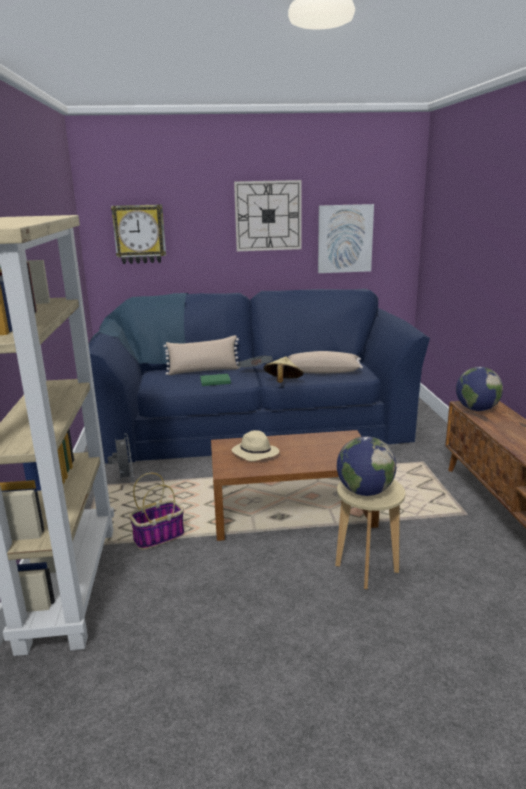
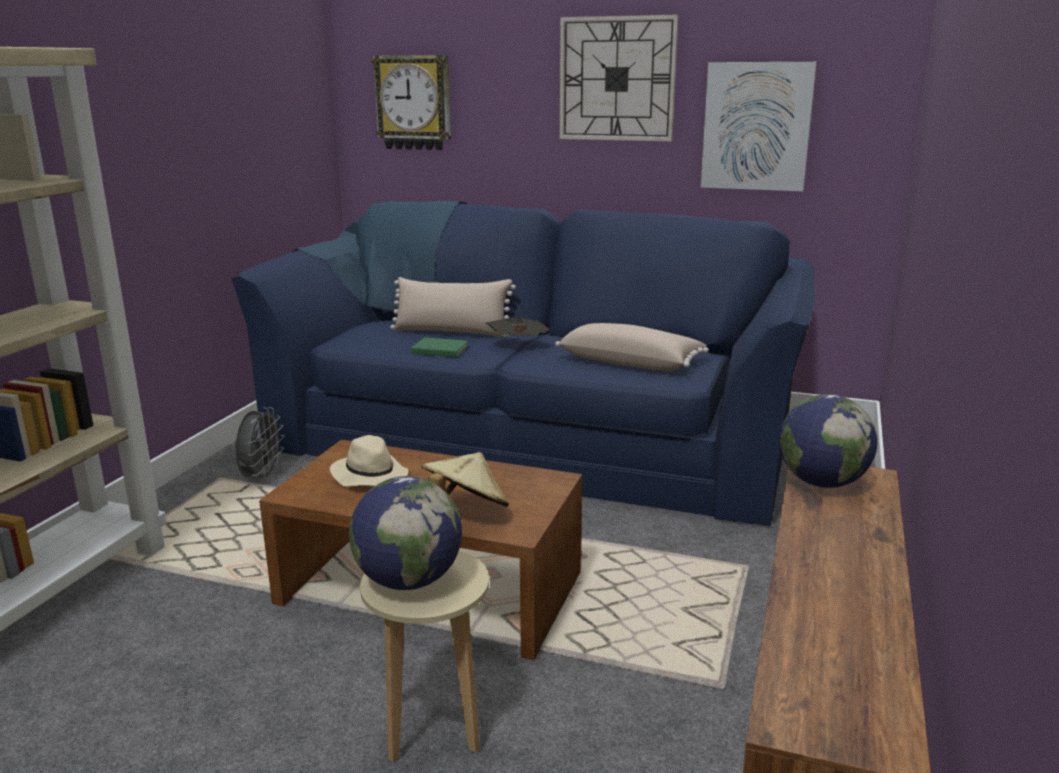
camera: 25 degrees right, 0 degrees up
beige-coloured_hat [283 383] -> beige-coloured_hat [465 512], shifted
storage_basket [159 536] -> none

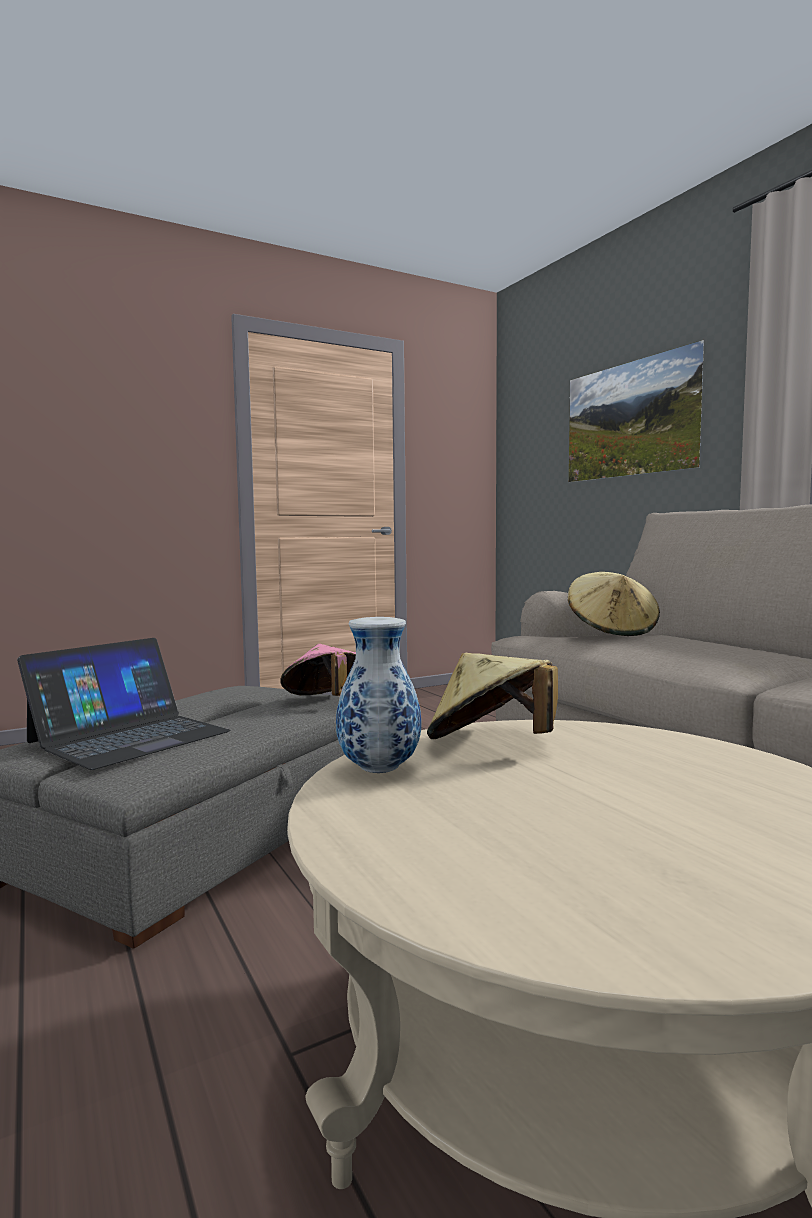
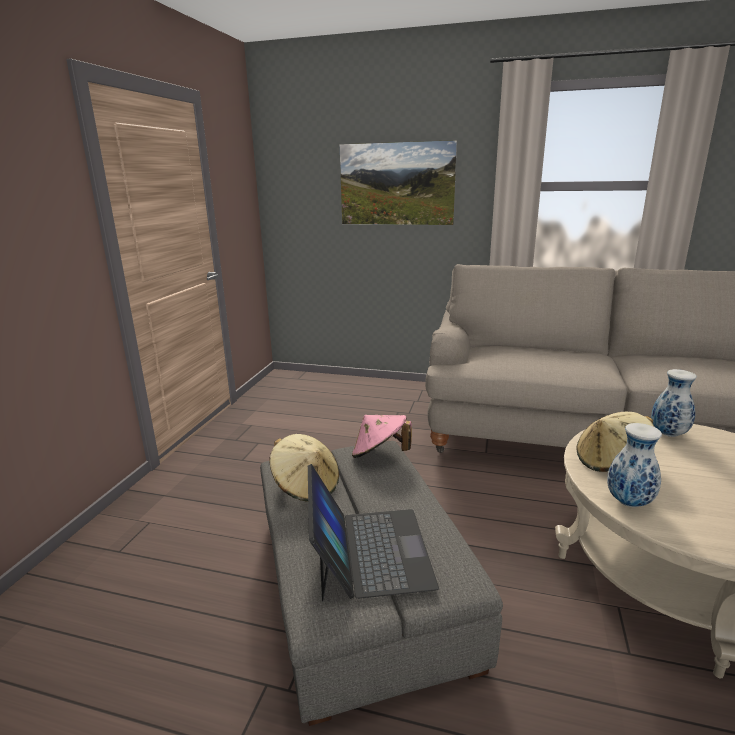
camera: 45 degrees left, 15 degrees up
beige-coloured_hat [612 631] -> beige-coloured_hat [306 486], shifted
none -> flower_vase [667 433]

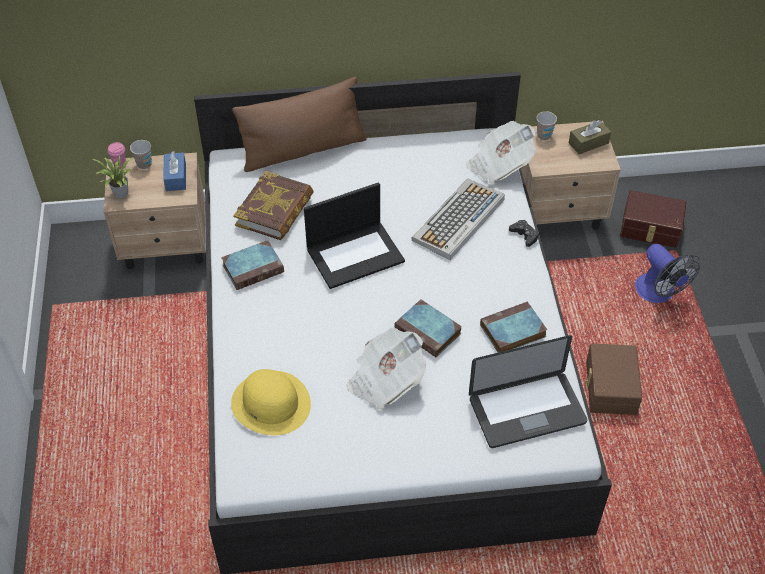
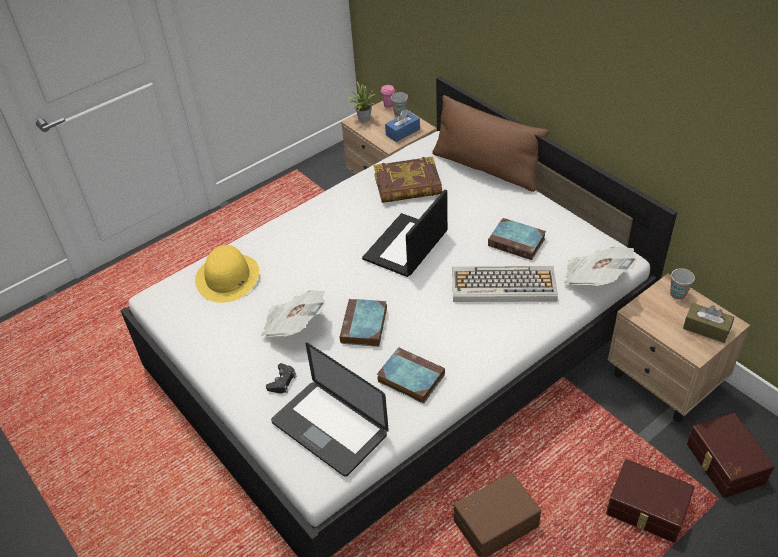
camera: 60 degrees right, 5 degrees down
black_gamepad [524 235] -> black_gamepad [282 381], shifted
laptop [355 254] -> laptop [406 246], 90 degrees clockwise
bound_book [254 267] -> bound_book [518 242], shifted
fan [659 294] -> brown_storage_bin [646 510]

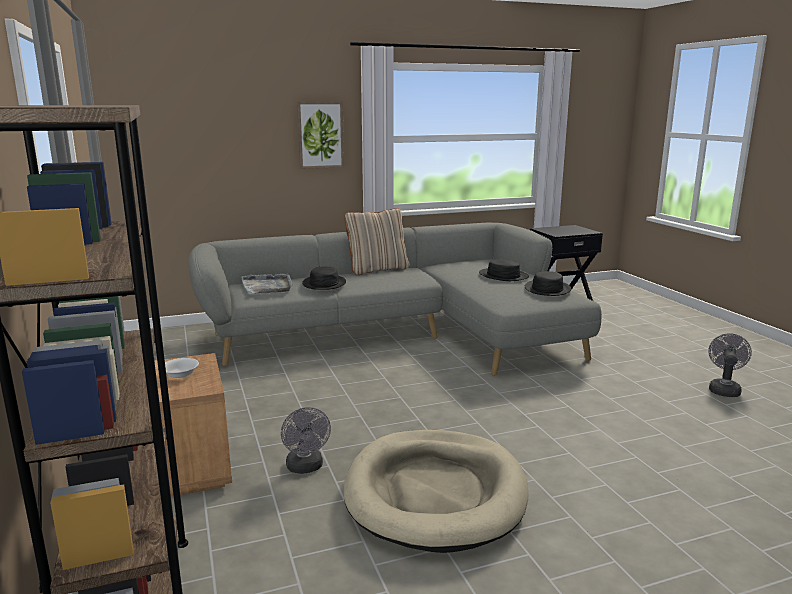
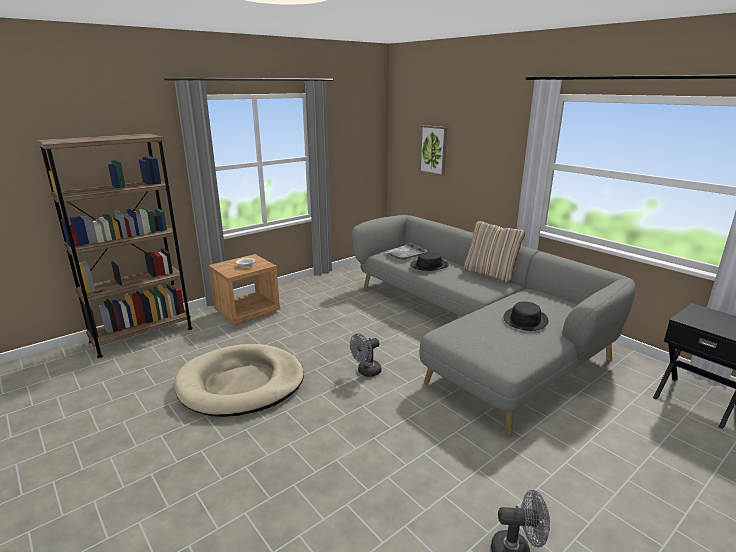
camera: 70 degrees right, 5 degrees up
greyish_fan [306 468] -> greyish_fan [366 372], shifted
wall_picture [320 135] -> wall_picture [433 150], shifted
black_hat [547 289] -> none

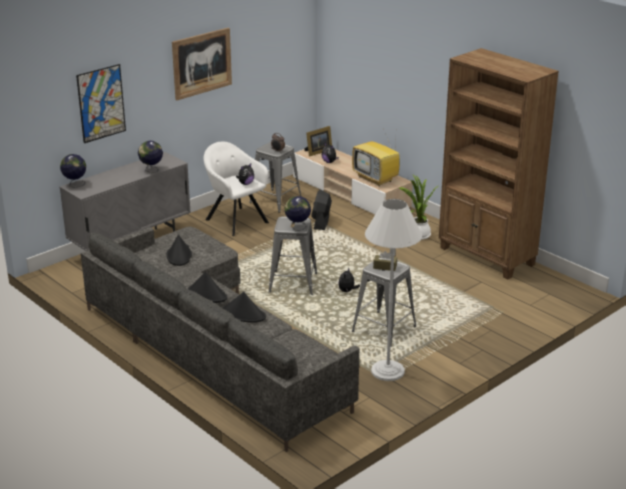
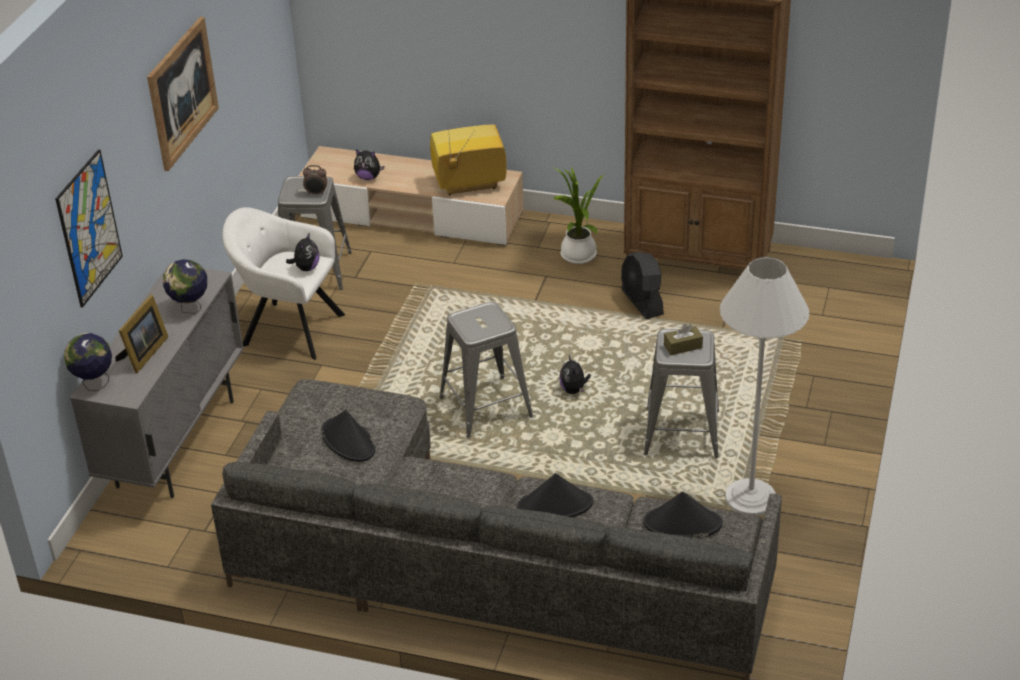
camera: 30 degrees left, 10 degrees up
picture_frame [317 152] -> picture_frame [143 354], shifted
television [376 179] -> television [468 185], 150 degrees clockwise
black_fan [321 222] -> black_fan [642 302], shifted
black_hat [207 294] -> black_hat [682 523], shifted
world_globe [297 227] -> none

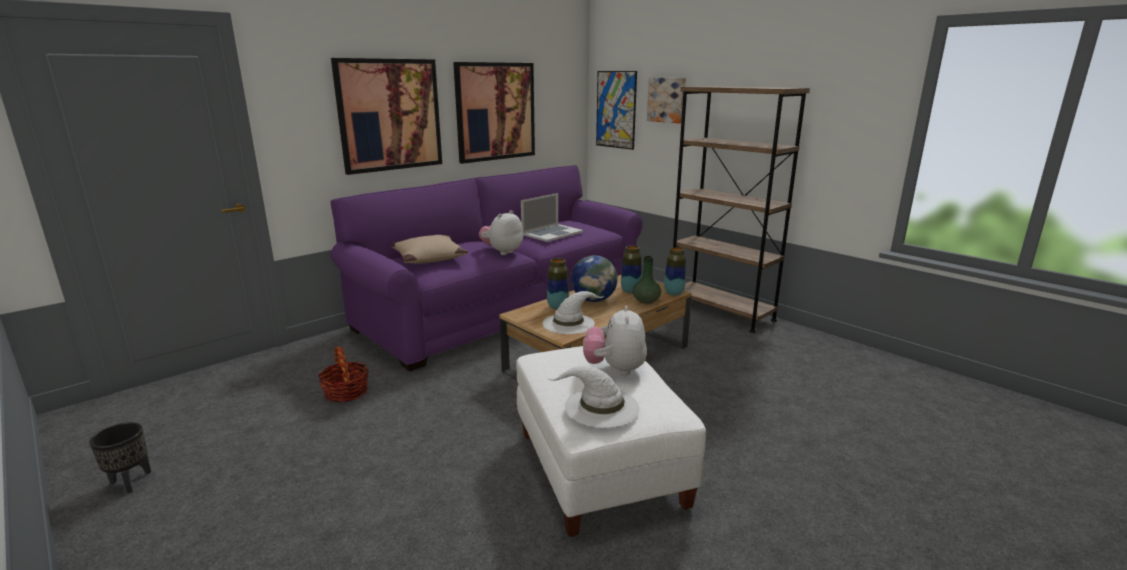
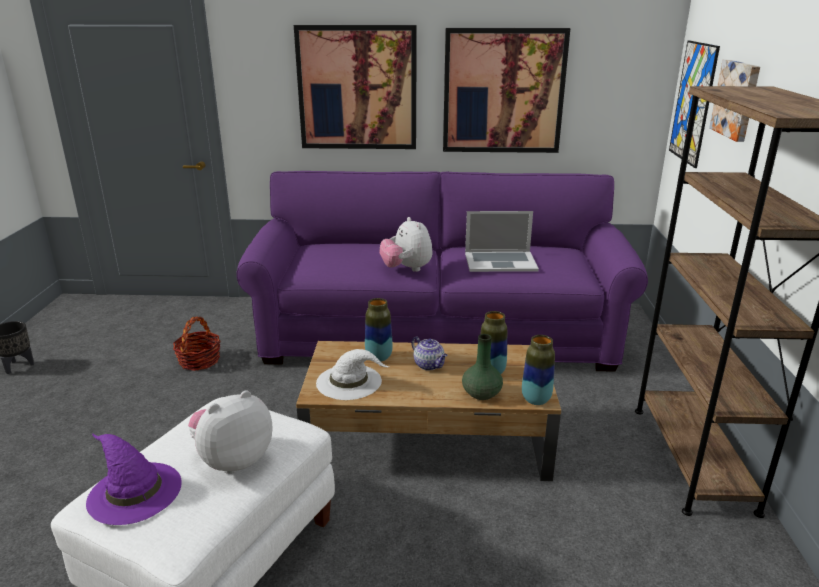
camera: 45 degrees right, 5 degrees up
white-coloured_hat [600 407] -> purplish_hat [133 491]
plush_toy [502 252] -> plush_toy [406 269], 105 degrees counterclockwise
world_globe [593 300] -> teapot [429 365]
beige-coloured_throw_pillow [428 258] -> none

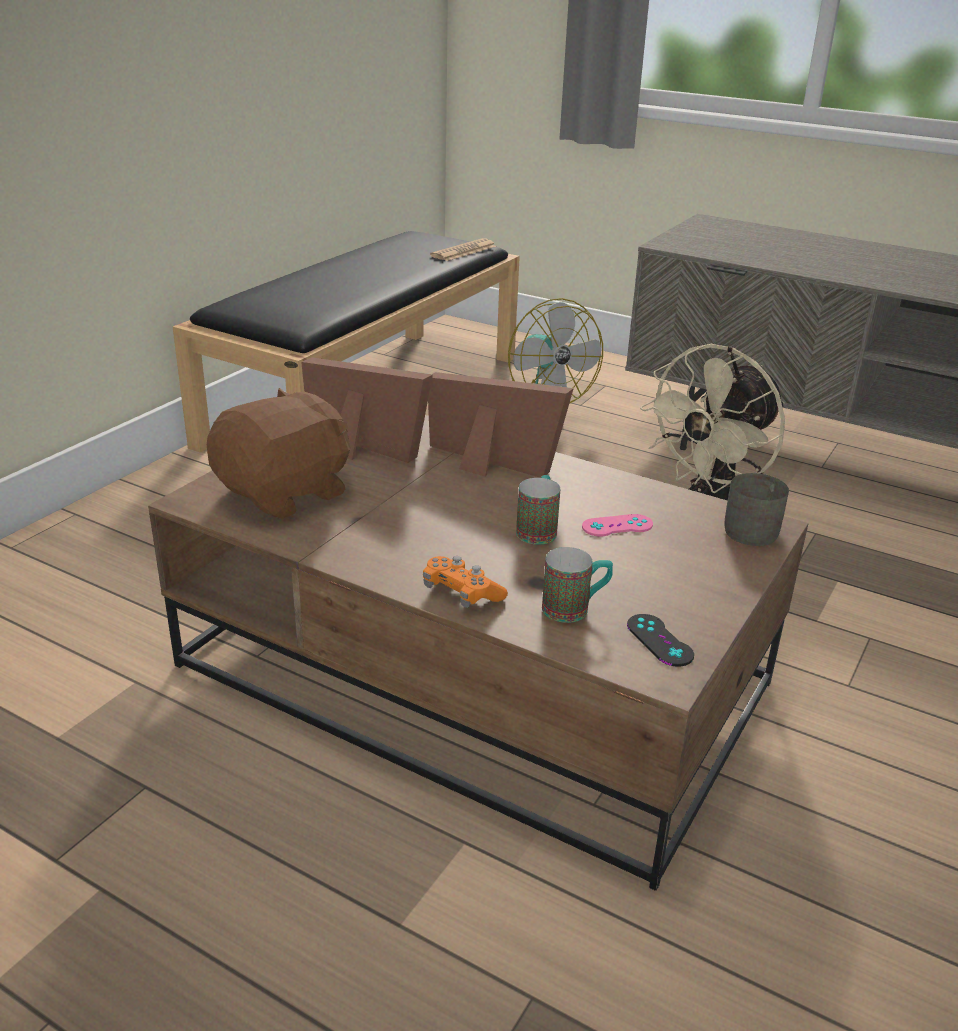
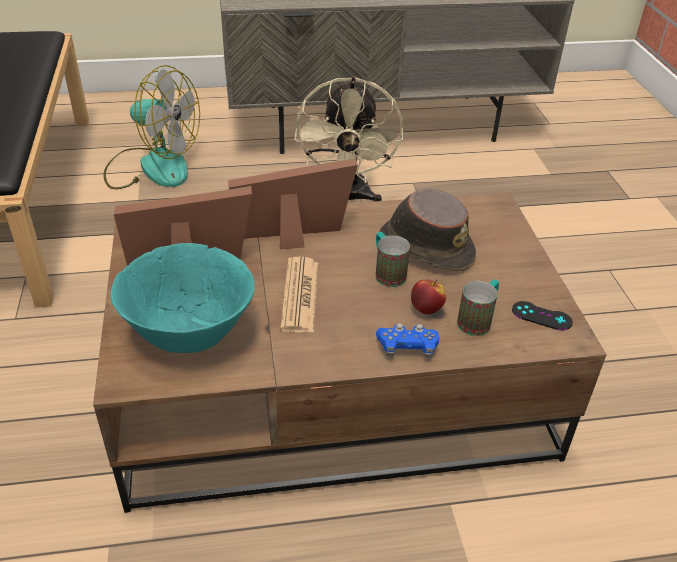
camera: 40 degrees left, 10 degrees up
brown_plush_toy [286 493] -> turquoise-coloured_serving_bowl [189 333]
newspaper [464 251] -> newspaper [300 295], shifted
orange-coloured_gamepad [462 593] -> blue_gamepad [407 348]
pink_gamepad [617 526] -> brown_hat [425 246]
none -> whole_apple [426 309]
greyish_coffee_mug [756 530] -> none

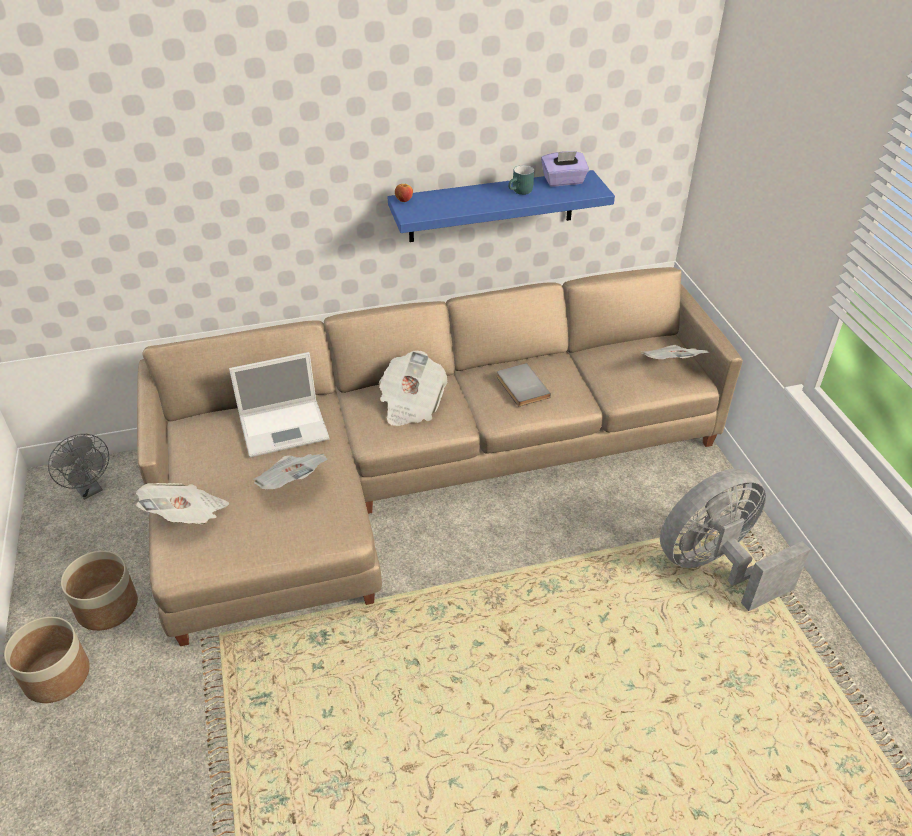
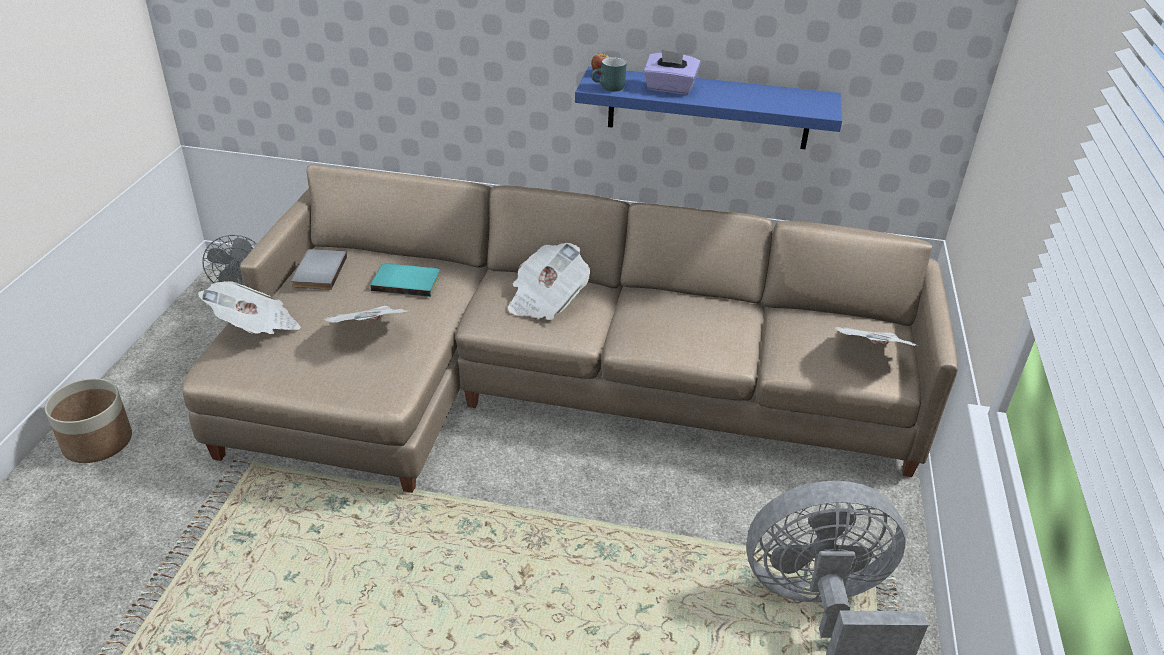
camera: 25 degrees right, 5 degrees down
greyish_bound_book [520 387] -> greyish_bound_book [317 271], shifted
laptop [285 427] -> turquoise-coloured_bound_book [407 281]
turquoise-coloured_coffee_mug [521 192] -> turquoise-coloured_coffee_mug [609 88], shifted
purplish_tissue_holder [563 181] -> purplish_tissue_holder [670 88], shifted
plant_pot [108 607] -> none

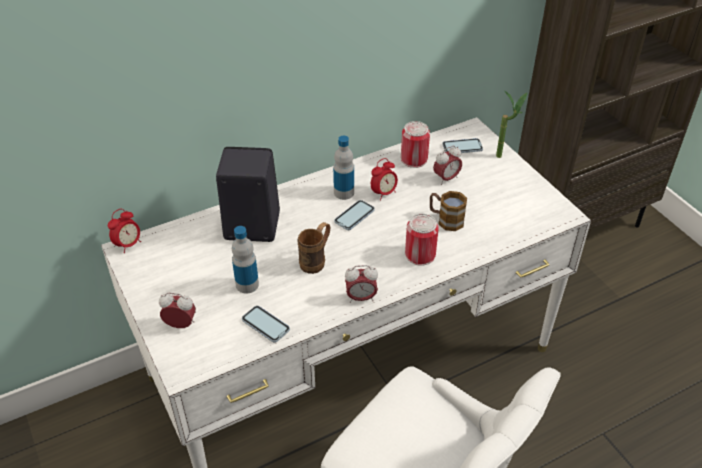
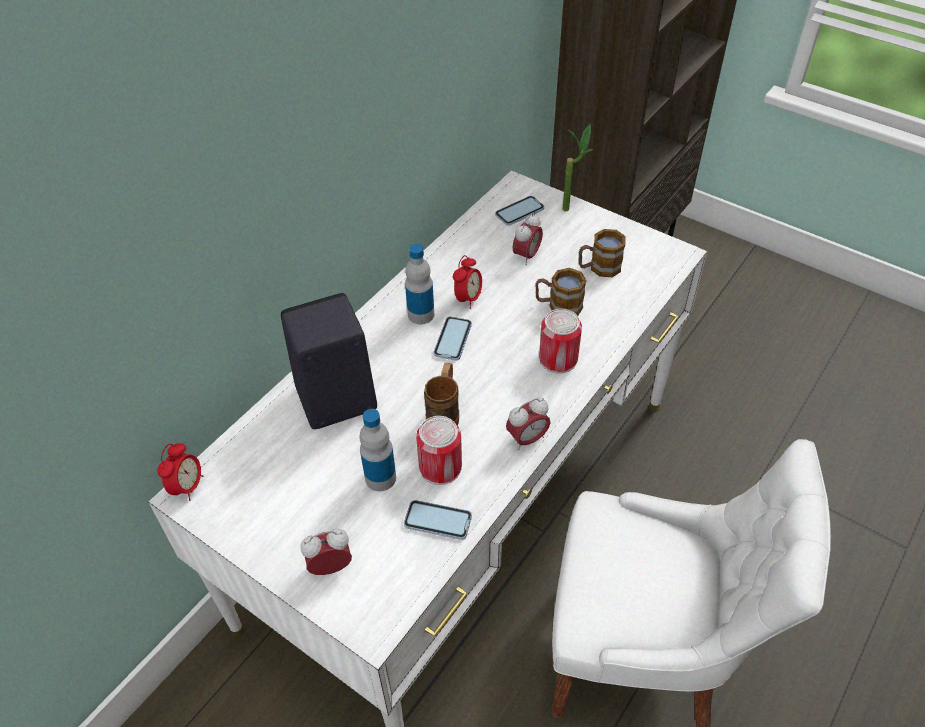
camera: 25 degrees left, 5 degrees up
sealed_can [414 159] -> sealed_can [440 467], shifted
none -> coffee_mug [599 268]

